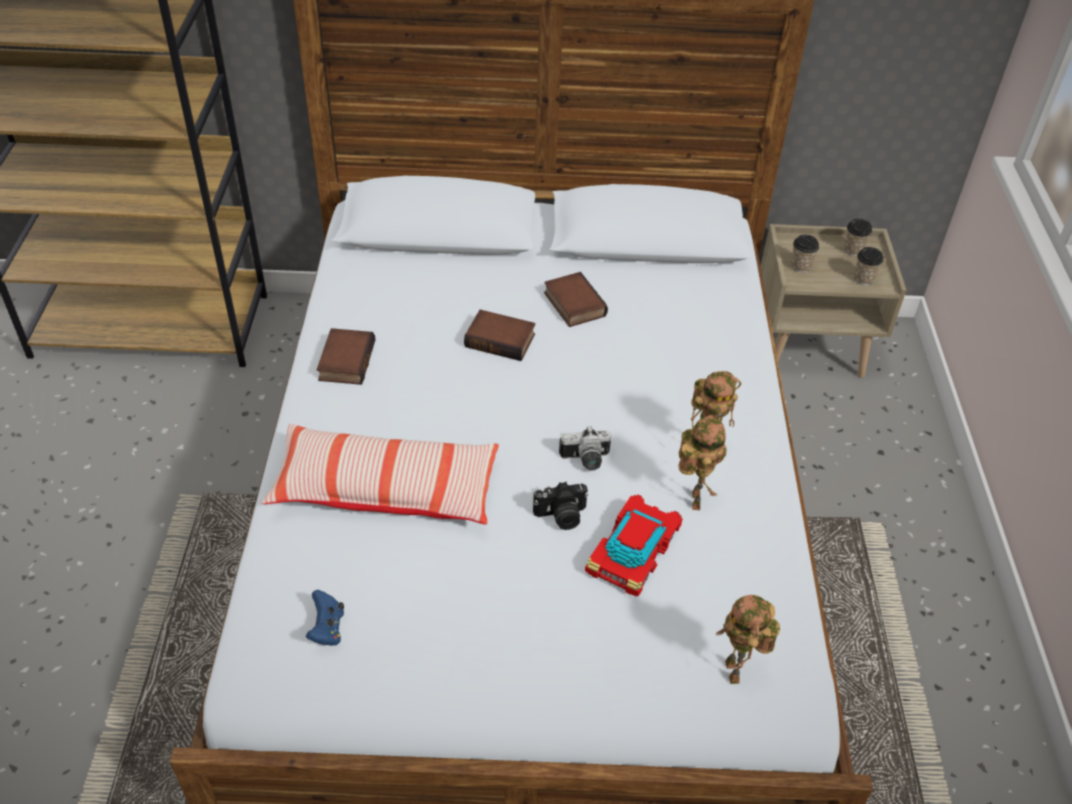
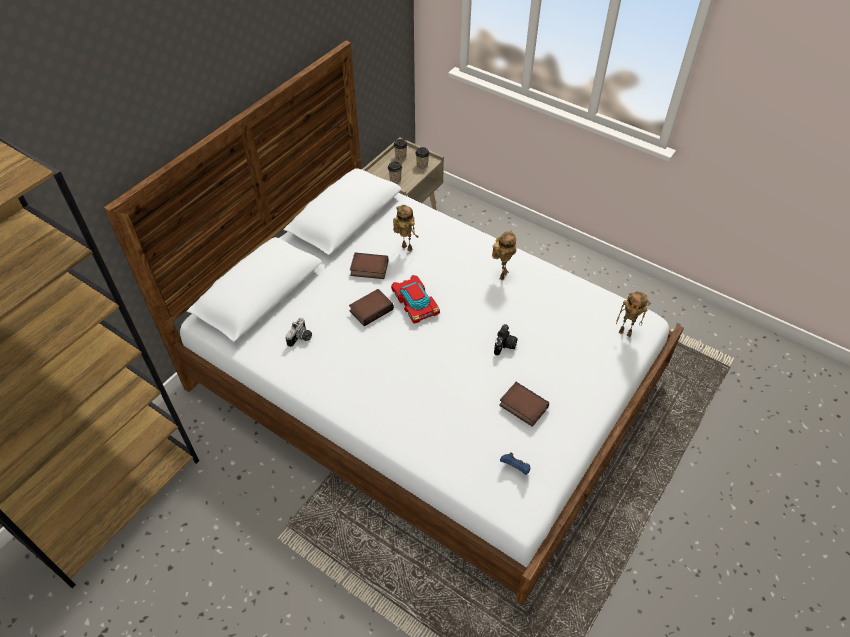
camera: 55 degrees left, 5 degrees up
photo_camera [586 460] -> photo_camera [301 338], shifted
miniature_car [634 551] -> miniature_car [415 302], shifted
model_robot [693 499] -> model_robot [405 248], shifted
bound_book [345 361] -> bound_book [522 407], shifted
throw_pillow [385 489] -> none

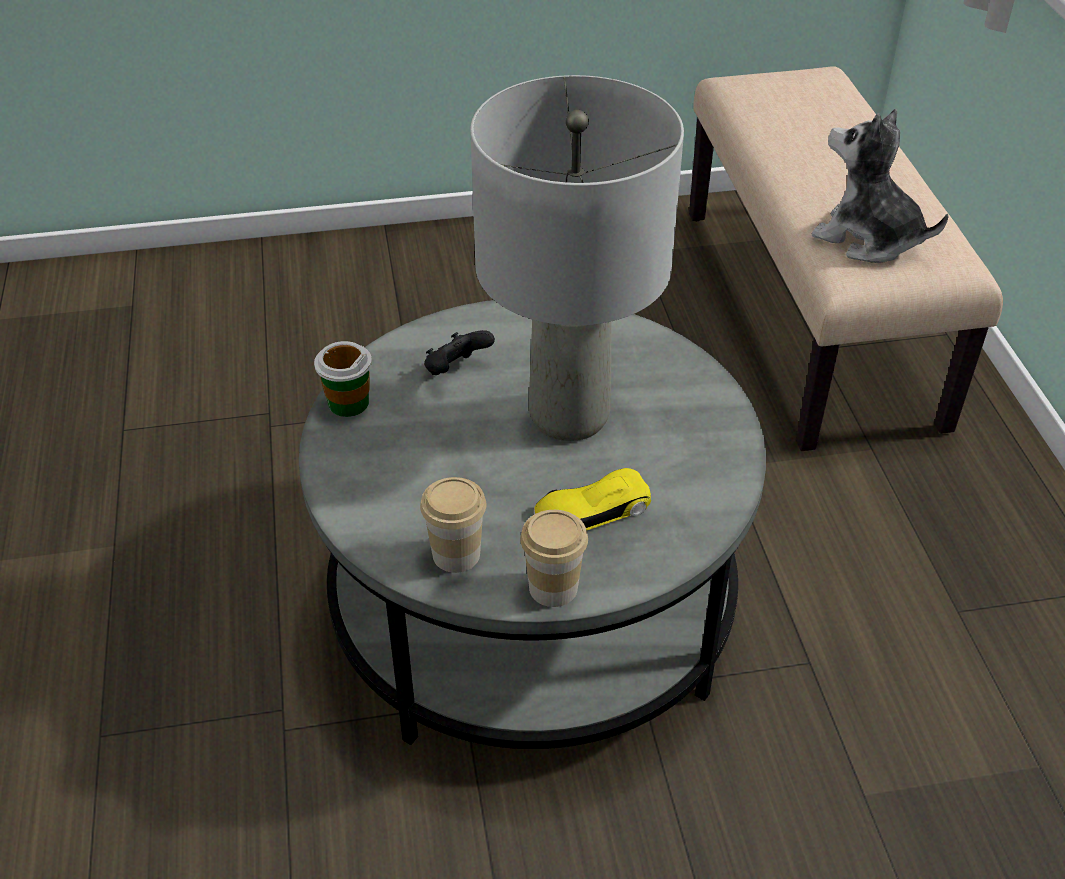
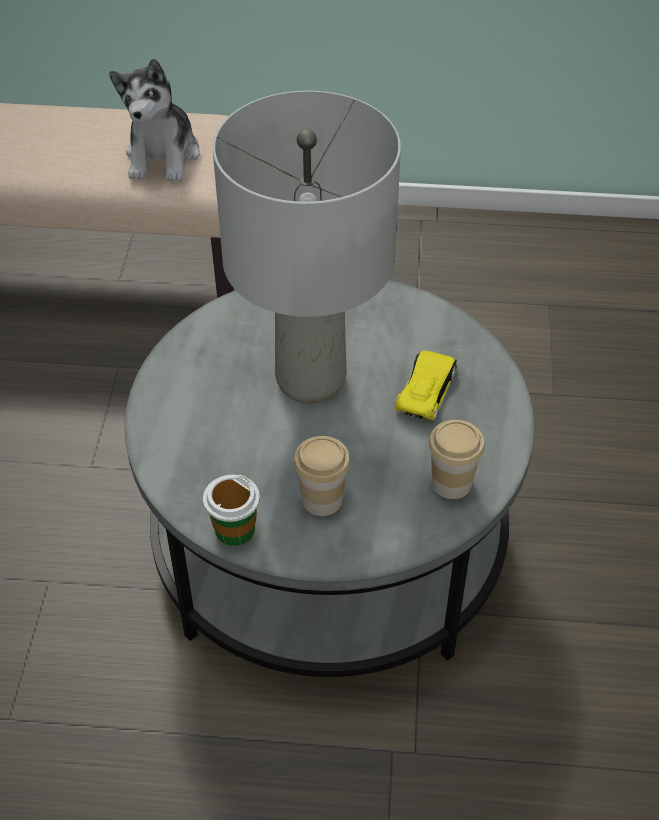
camera: 75 degrees left, 5 degrees up
plush_toy [867 239] -> plush_toy [163 156], 45 degrees counterclockwise
small_cup [553 588] -> small_cup [322 499], shifted
yellow_miniature_car [592 511] -> yellow_miniature_car [426 390], 150 degrees counterclockwise
black_gamepad [456 370] -> none

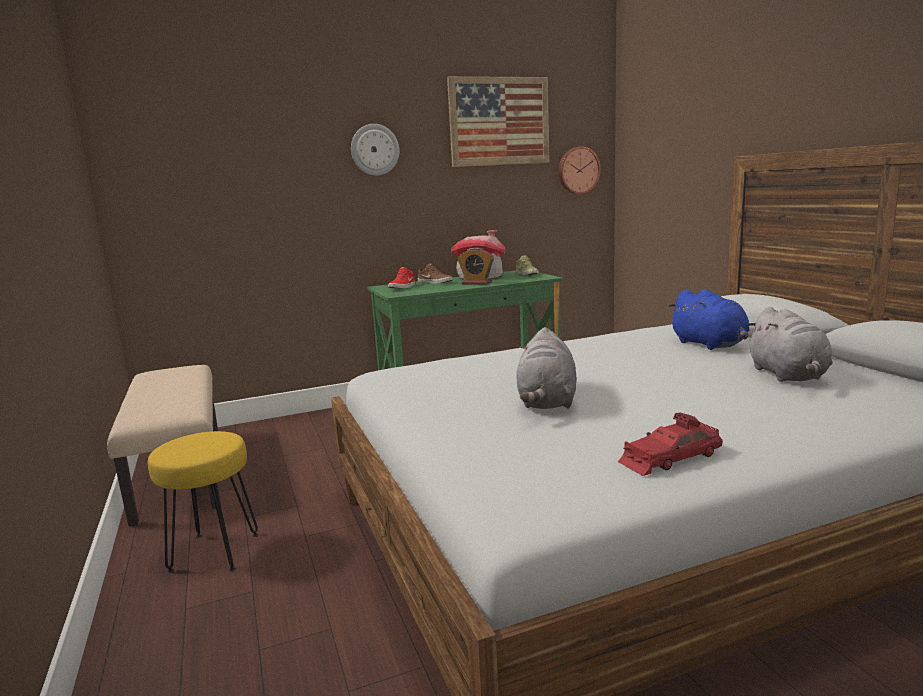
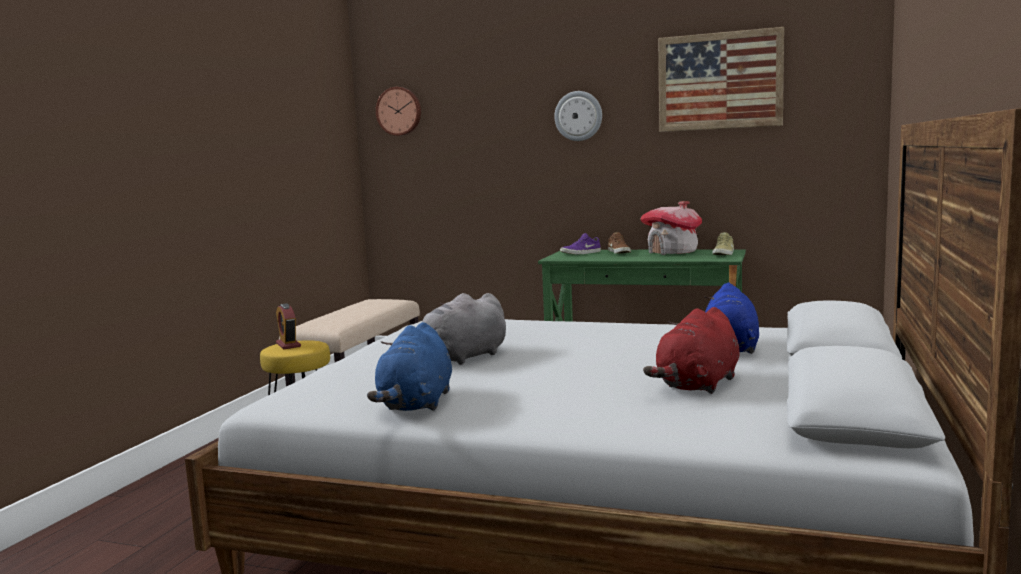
camera: 40 degrees right, 5 degrees down
table_clock [476 283] -> table_clock [288 345], shifted
red_miniature_car [669 457] -> blue_plush_toy [416 404]
clock_on_the_wall [578 170] -> clock_on_the_wall [399 111], shifted
red_shoe [403 287] -> purplish_shoe [581 253]
greyish_plush_toy [788 376] -> red_plush_toy [697 385]

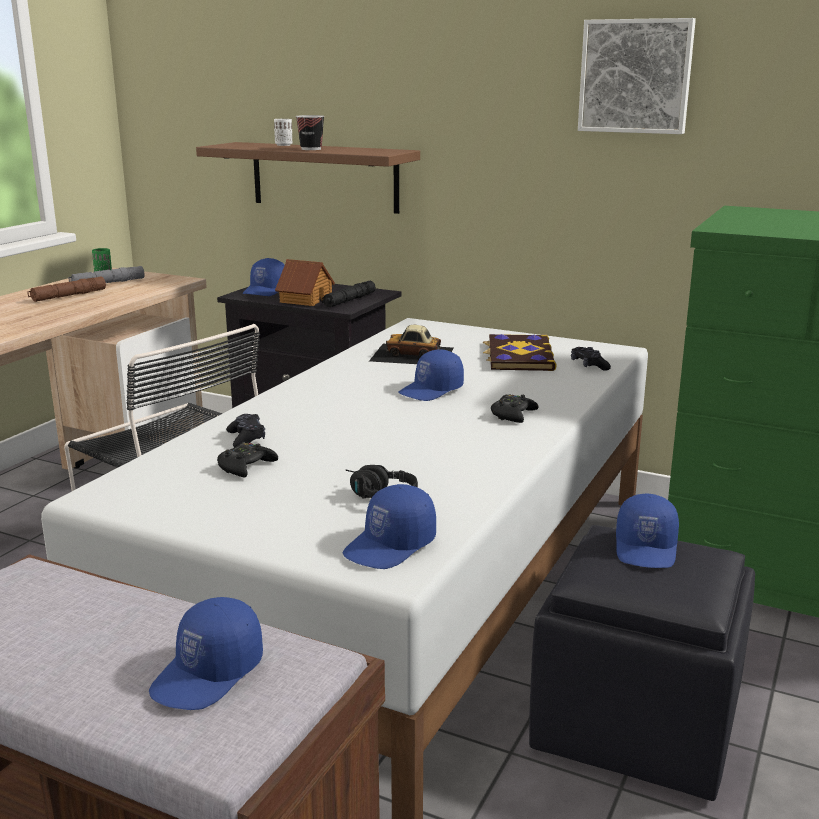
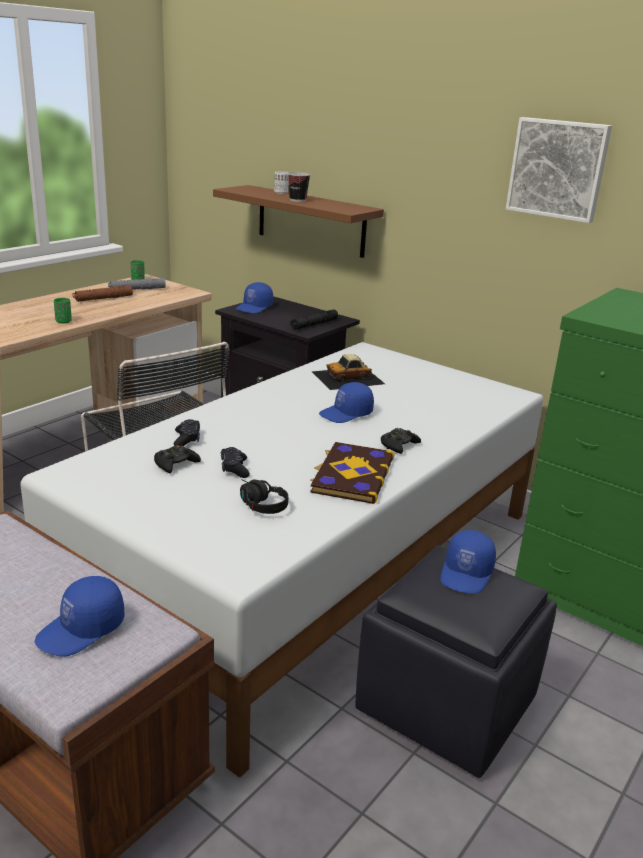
camera: 10 degrees right, 5 degrees up
none -> green-coloured_small_cup [63 321]
black_gamepad [589 365] -> black_gamepad [234 468], shifted
bound_book [518 356] -> bound_book [351 475], shifted
miniature_car [412 354] -> miniature_car [348 377], 45 degrees counterclockwise
miniature_house [305 299] -> none
blue_cap [391 546] -> none

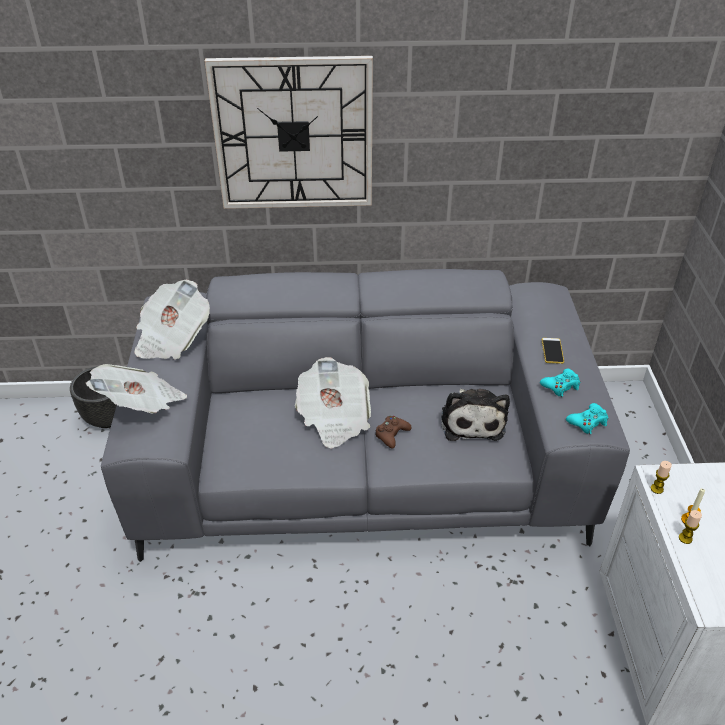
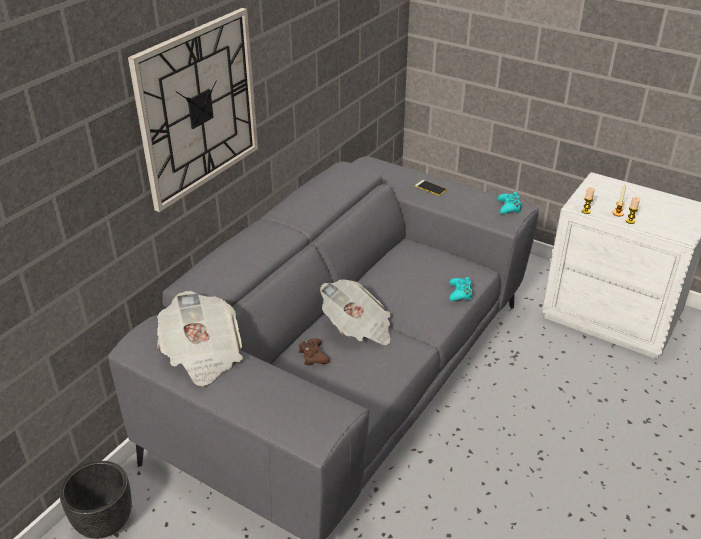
camera: 55 degrees left, 5 degrees down
brown_gamepad [391 434] -> brown_gamepad [313 356], shifted
turquoise-coloured_gamepad [561 386] -> turquoise-coloured_gamepad [460 293], shifted
newspaper [142 405] -> none
plush_toy [472 420] -> none

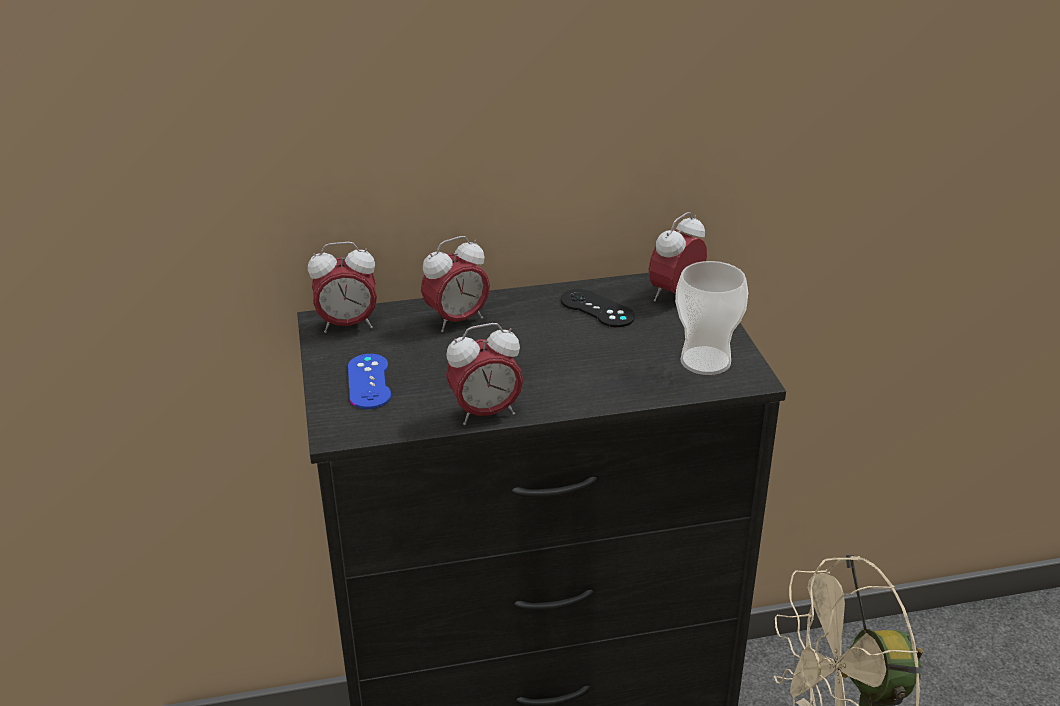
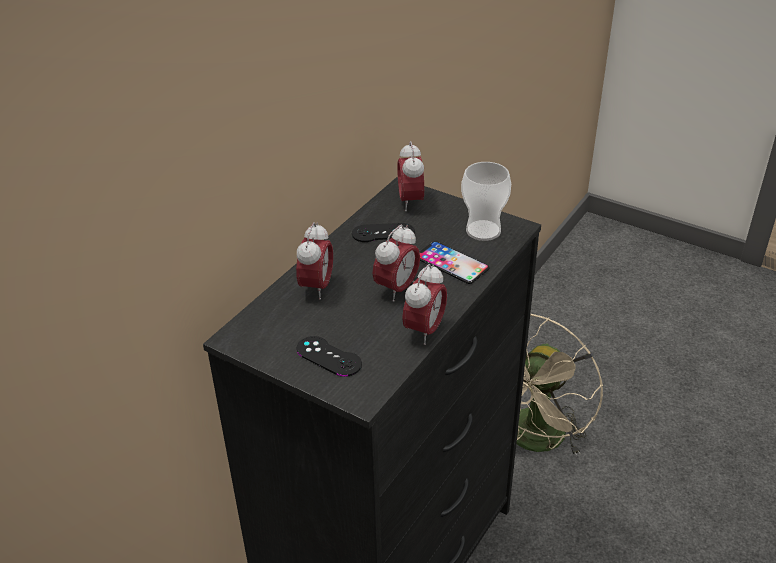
camera: 45 degrees left, 5 degrees up
blue_gamepad [369 381] -> black_gamepad [329 356]
table_clock [347 325] -> table_clock [396 289], shifted
none -> telephone [451 263]

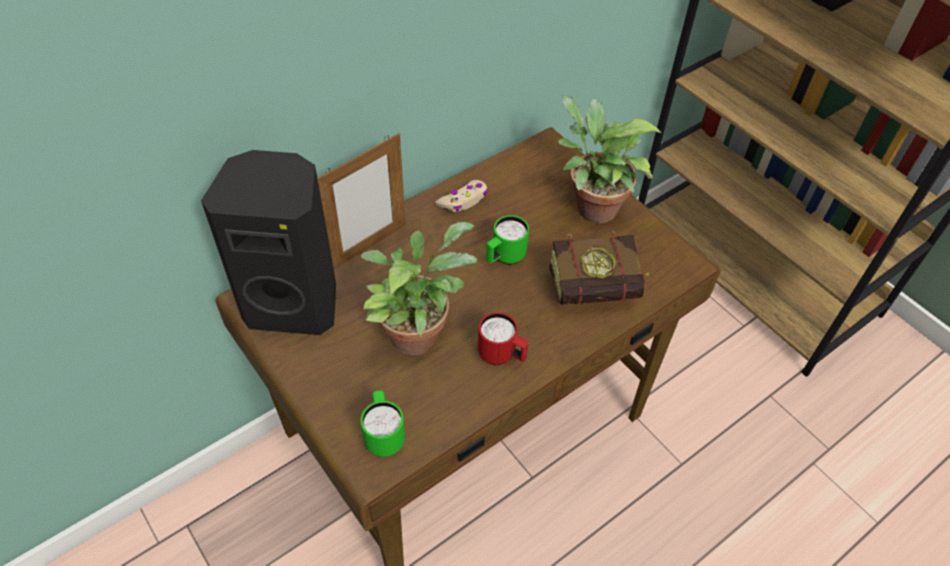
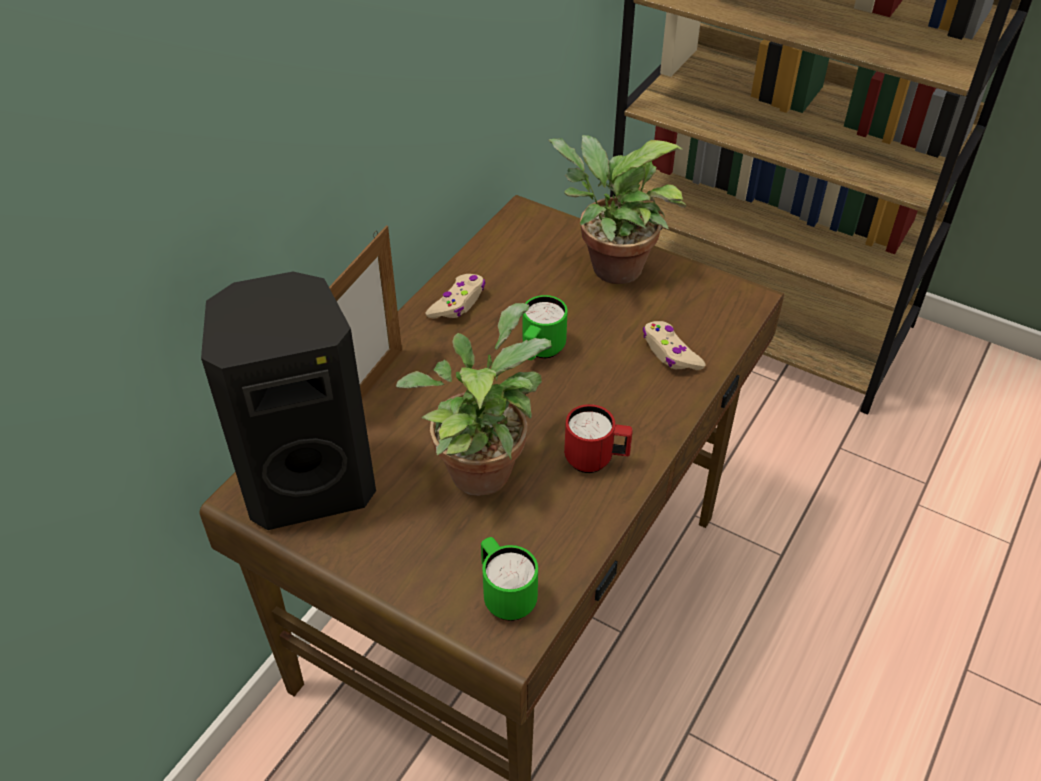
camera: 20 degrees left, 5 degrees down
bound_book [602 290] -> beige-coloured_gamepad [670 353]

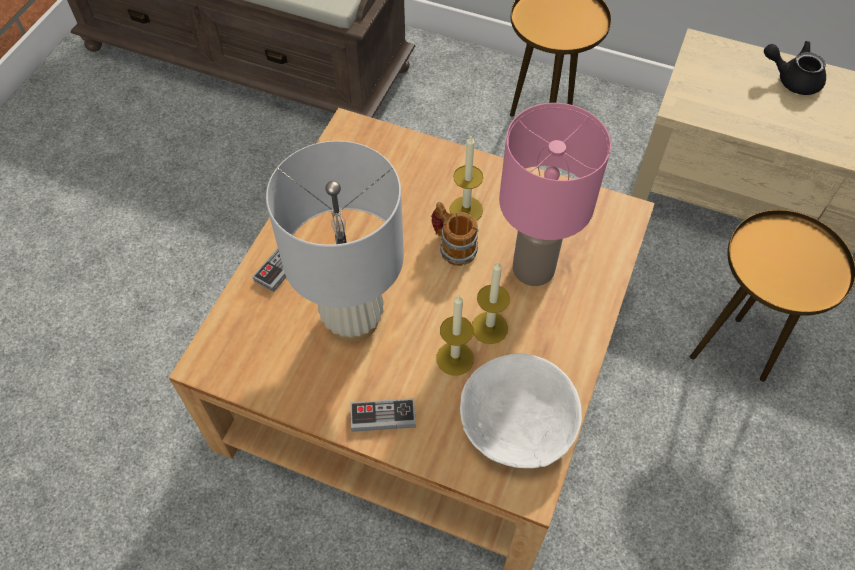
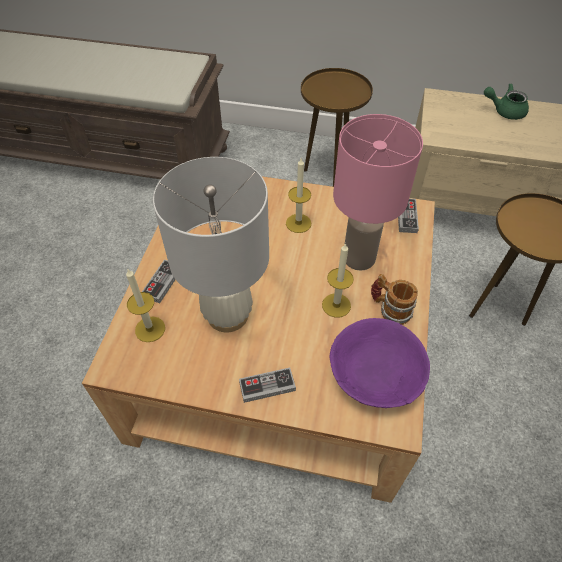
camera: 10 degrees left, 5 degrees down
wax_light [455 358] -> wax_light [150 329], shifted
white-coloured_serving_bowl [517 421] -> purplish_serving_bowl [375 373]
coffee_mug [452 246] -> coffee_mug [389 309], shifted
none -> gamepad [407 217]
black_teapot [792 79] -> green-coloured_teapot [504 111]

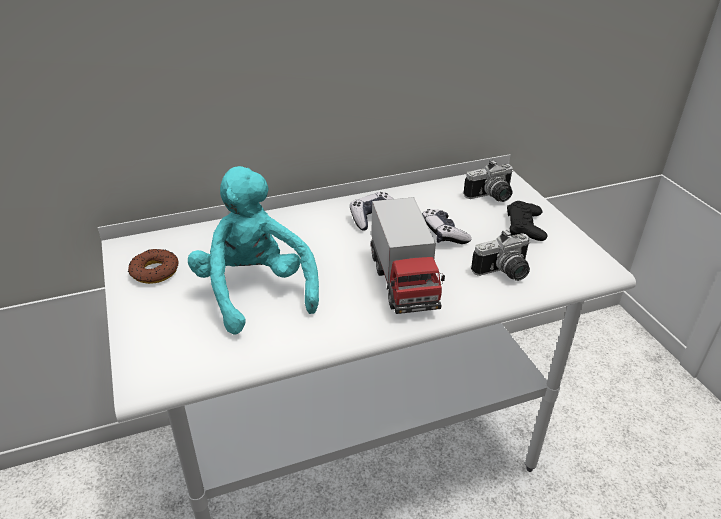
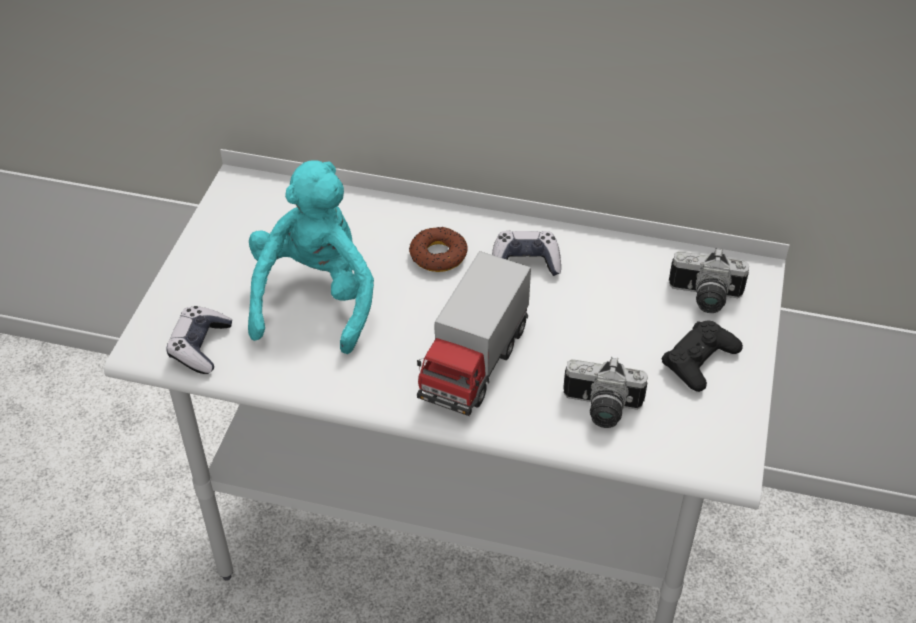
camera: 35 degrees right, 10 degrees up
gamepad [443 234] -> gamepad [200 347], shifted
doughnut [154 271] -> doughnut [438 255], shifted

